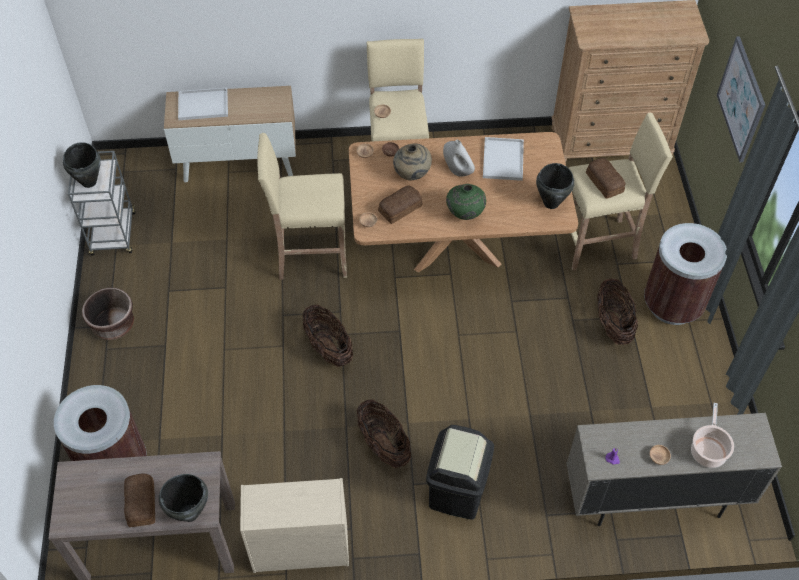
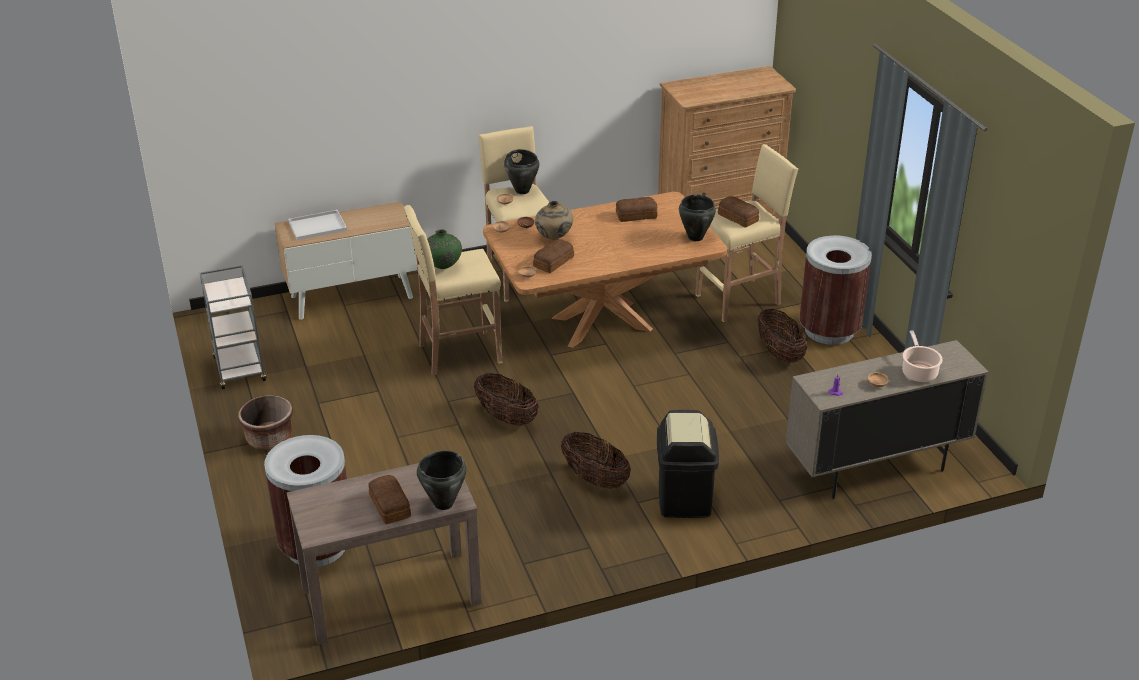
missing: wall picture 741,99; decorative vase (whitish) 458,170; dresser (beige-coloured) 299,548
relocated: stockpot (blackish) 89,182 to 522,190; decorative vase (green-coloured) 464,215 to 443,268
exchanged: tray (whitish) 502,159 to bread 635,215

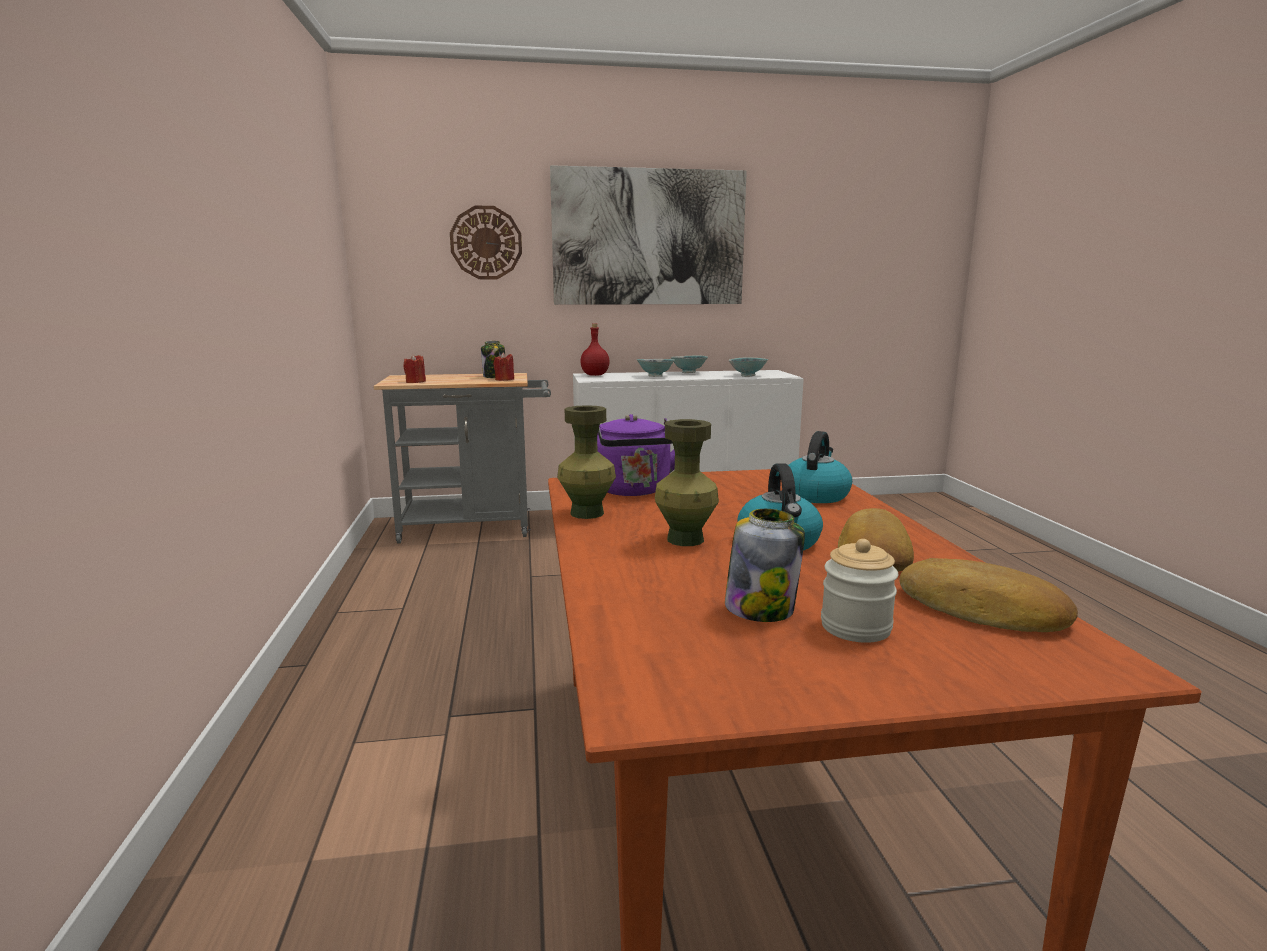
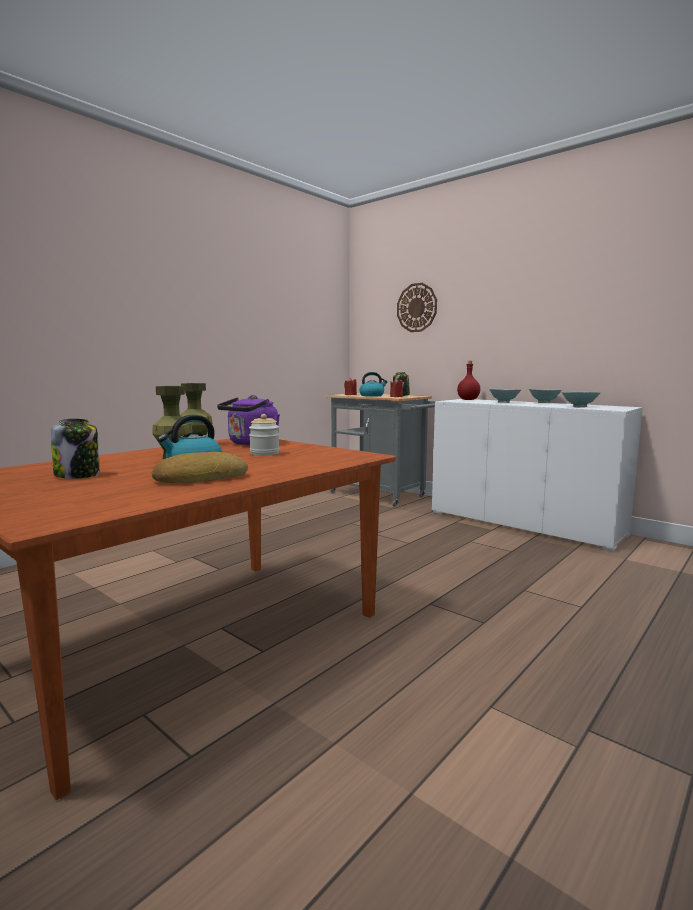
missing: wall picture 649,238; bread 982,610
relocated: kettle 815,495 to 372,395; storage jar 855,627 to 264,453

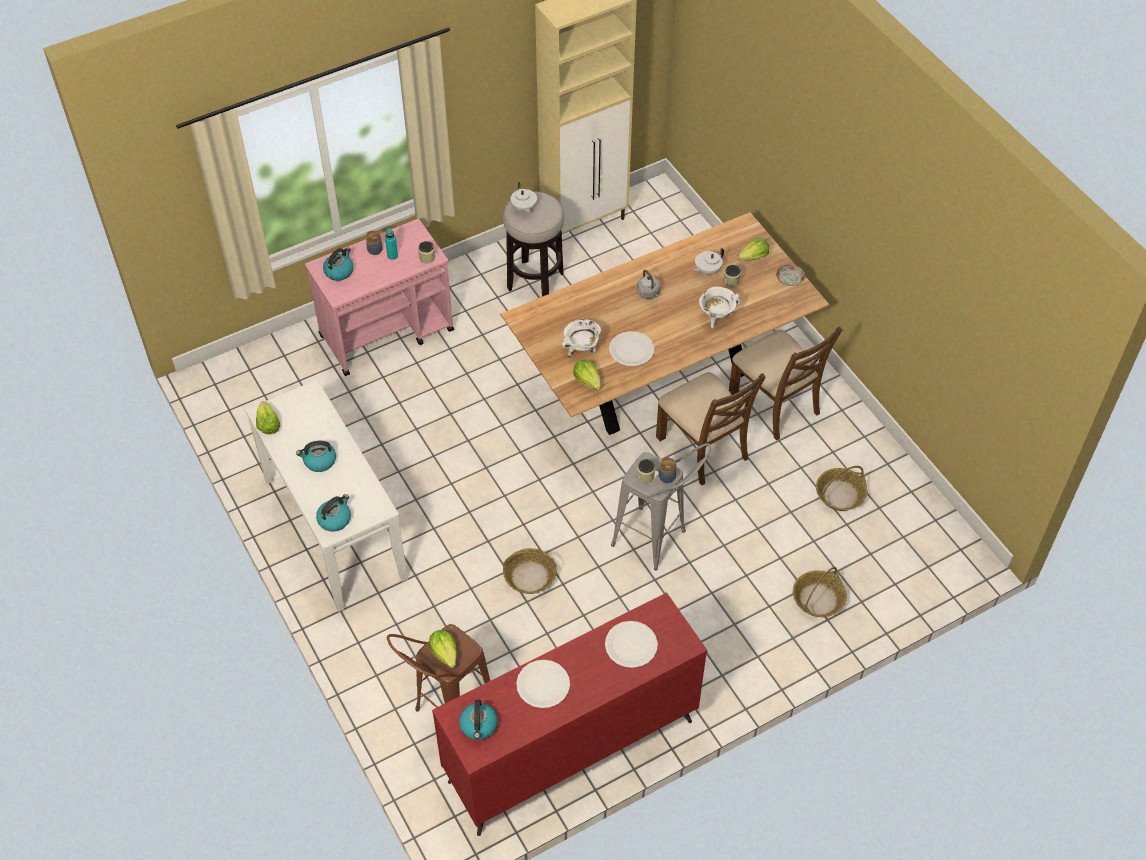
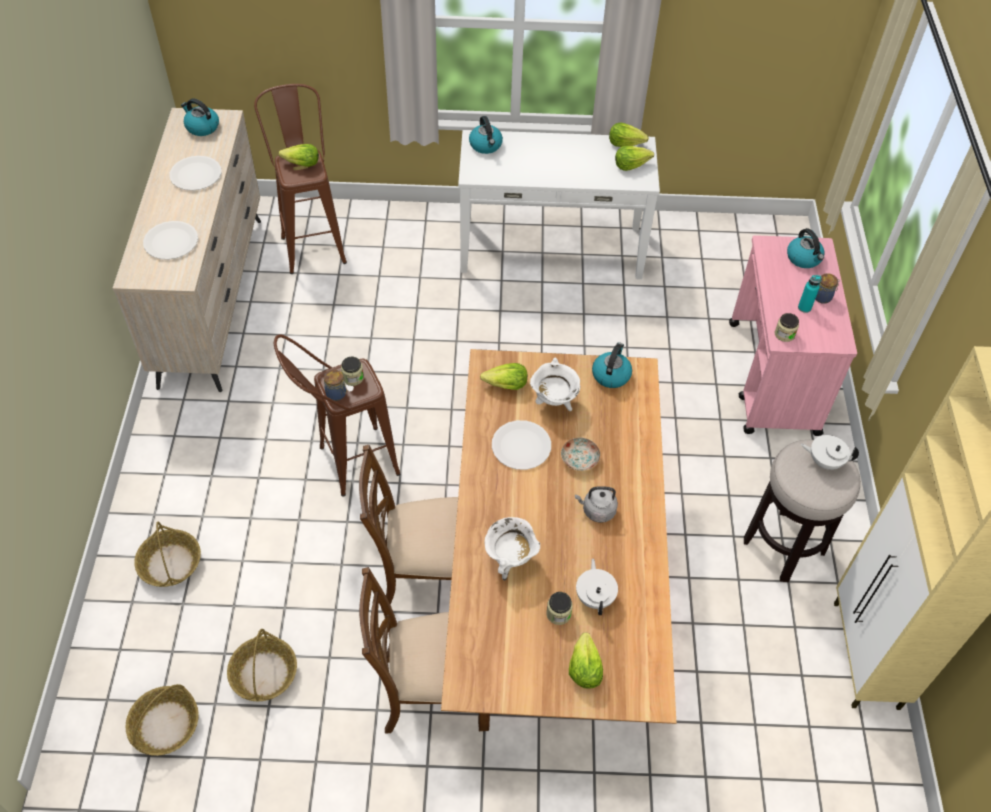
appeared: head of lettuce 631,165
relocated: flat dish 789,279 to 580,459; kettle 319,461 to 611,374; basket 530,576 to 165,726
colour: stool seat (grey) 658,543 to stool seat (brownish) 347,465; dresser (reddish) 570,751 to dresser (beige-coloured) 213,299

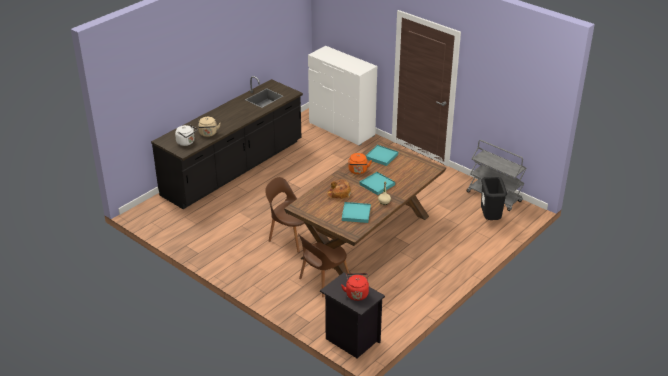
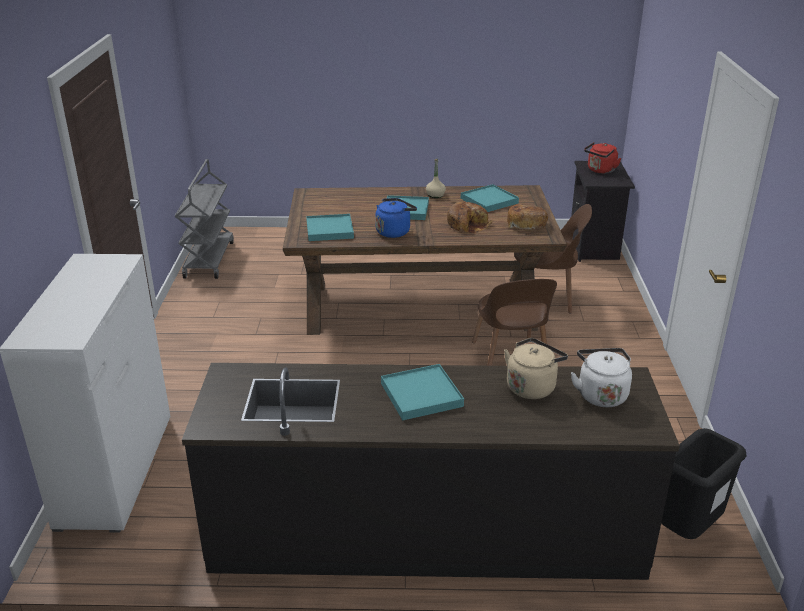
appeared: bread 526,224; tray (turquoise-coloured) 421,395
relocated: trash can (blackish) 490,219 to 687,530
colour: kettle (orange-coloured) 358,171 to kettle (blue) 394,231

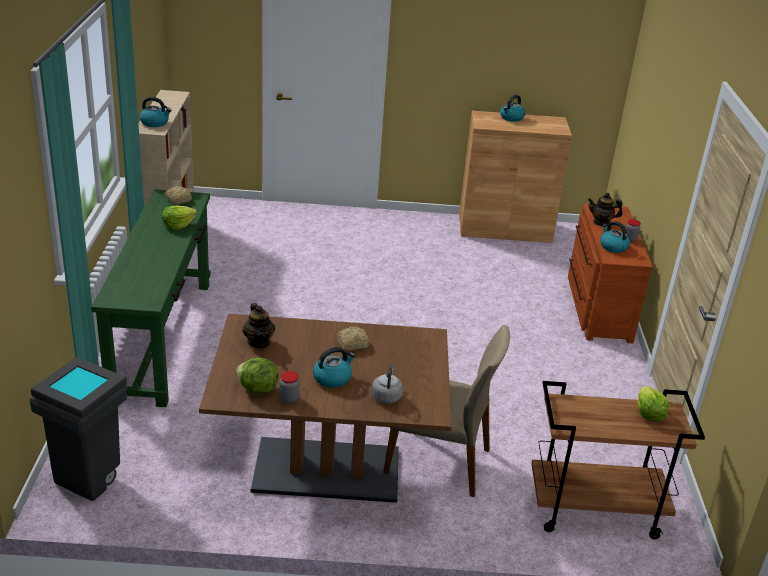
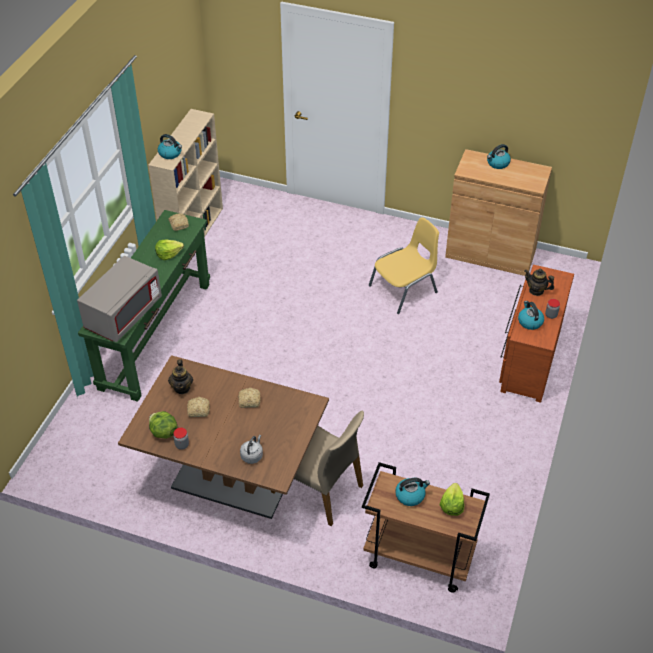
missing: trash can (grey) 92,477
appeared: chair (yellow-coloured) 404,289; microwave (grey) 124,314; bread 198,410
relocated: kettle 332,378 to 410,495

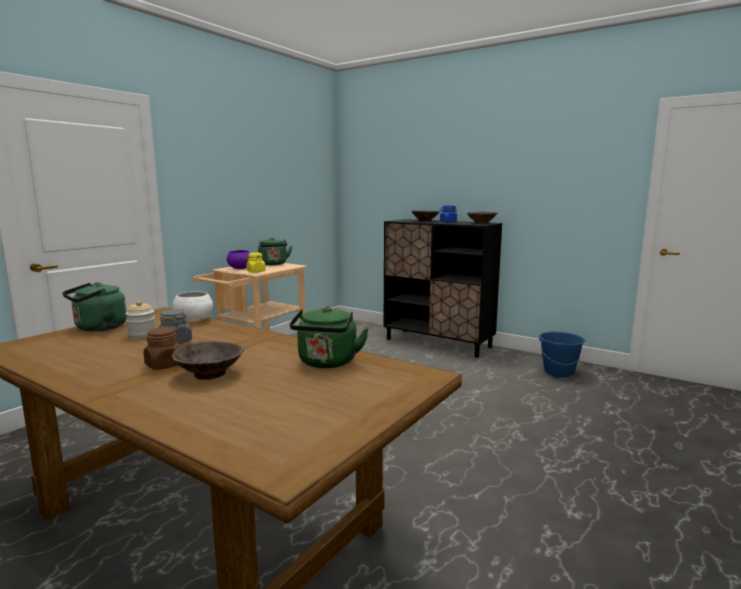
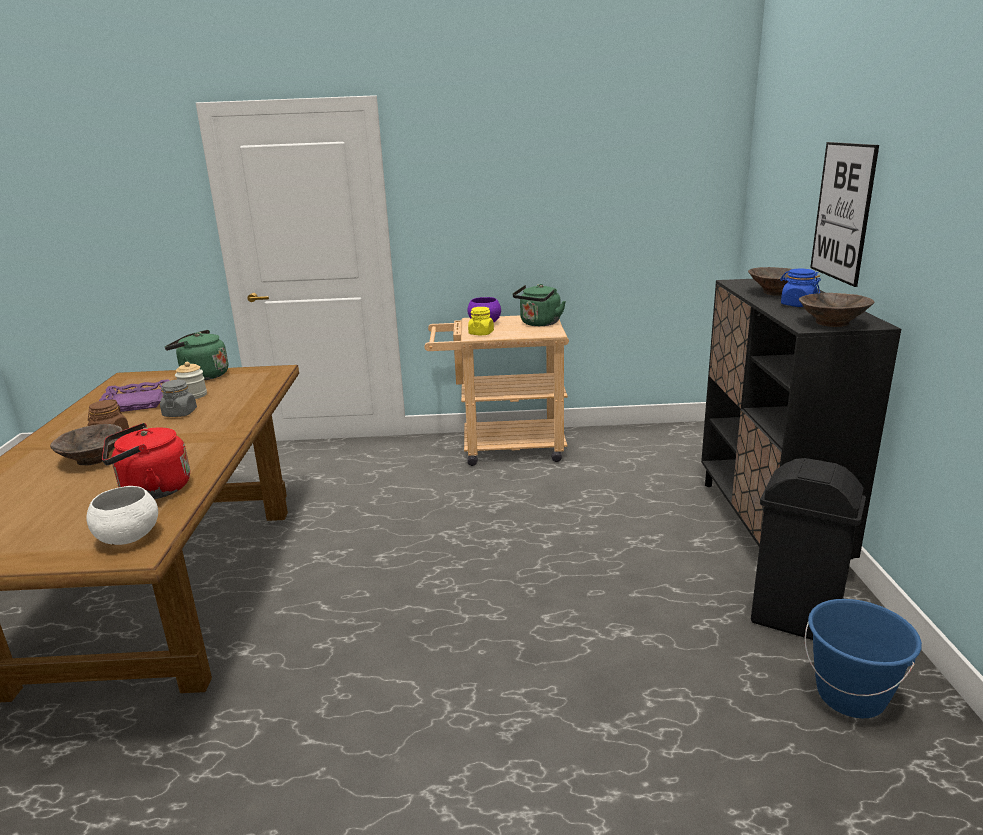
appeared: wall picture 842,212; tray (purple-coloured) 134,402; trash can (blackish) 793,620
relocated: bowl (whitish) 194,320 to 128,538
colour: kettle (green-coloured) 327,363 to kettle (reddish) 151,491

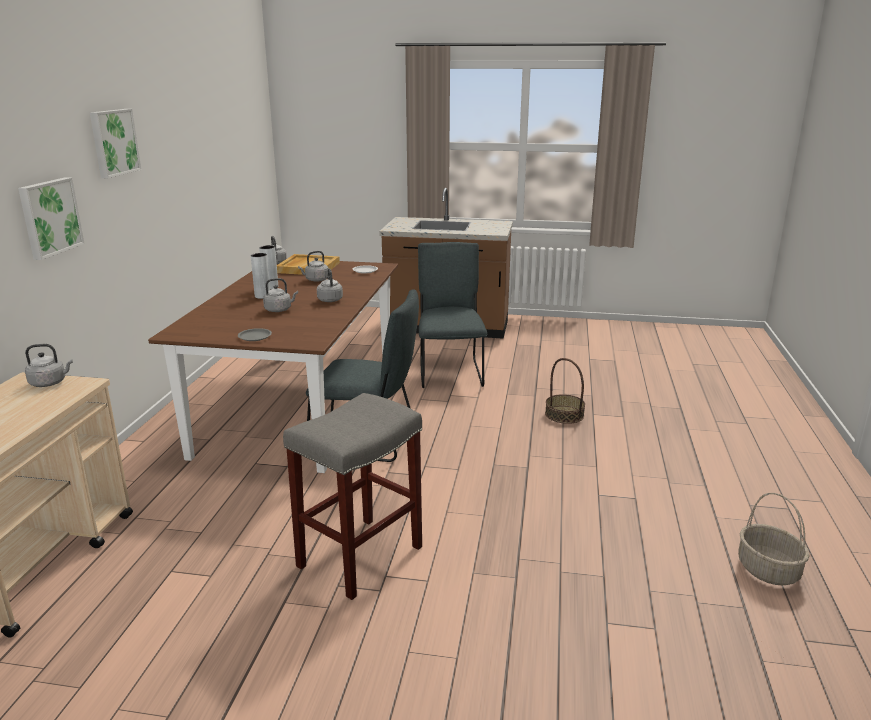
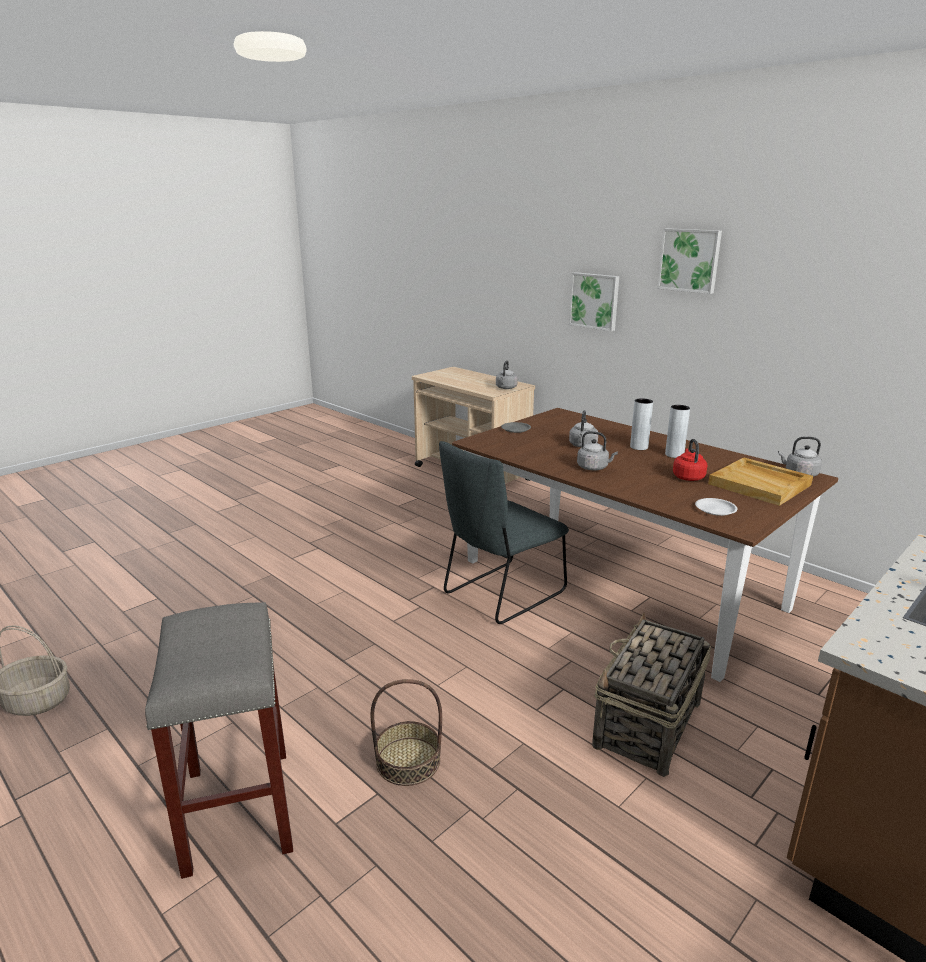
relocated: stool seat (grey) 361,555 to 239,811
exchanged: chair (grey) 450,372 to basket 647,725
colour: kettle (grey) 316,280 to kettle (reddish) 688,477

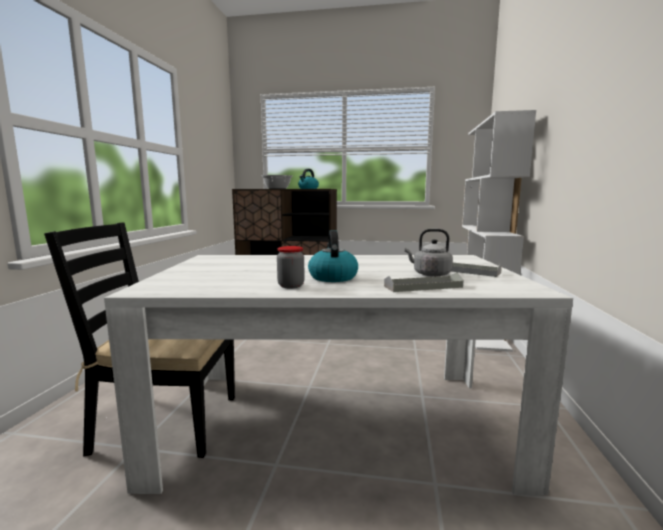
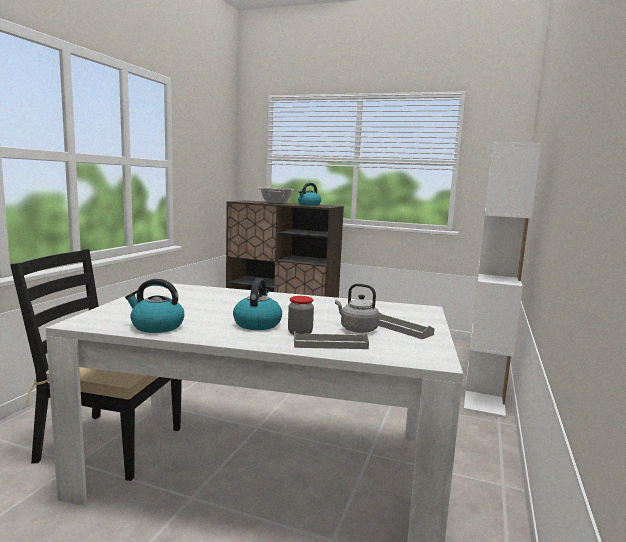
appeared: kettle 156,326
relocated: storage jar 291,286 to 300,333

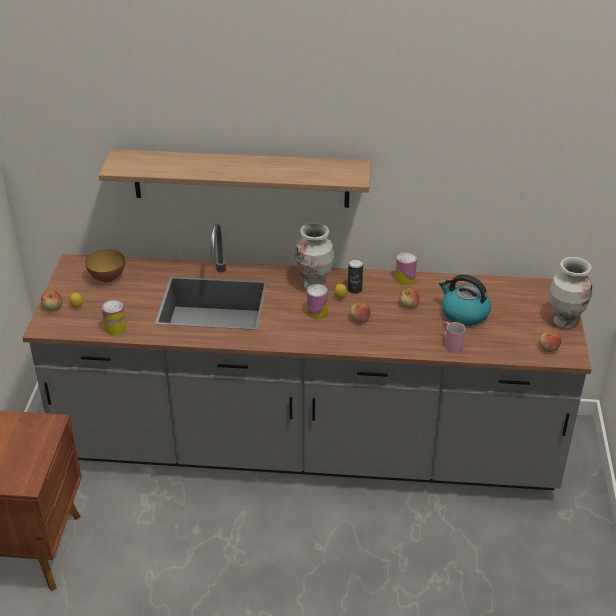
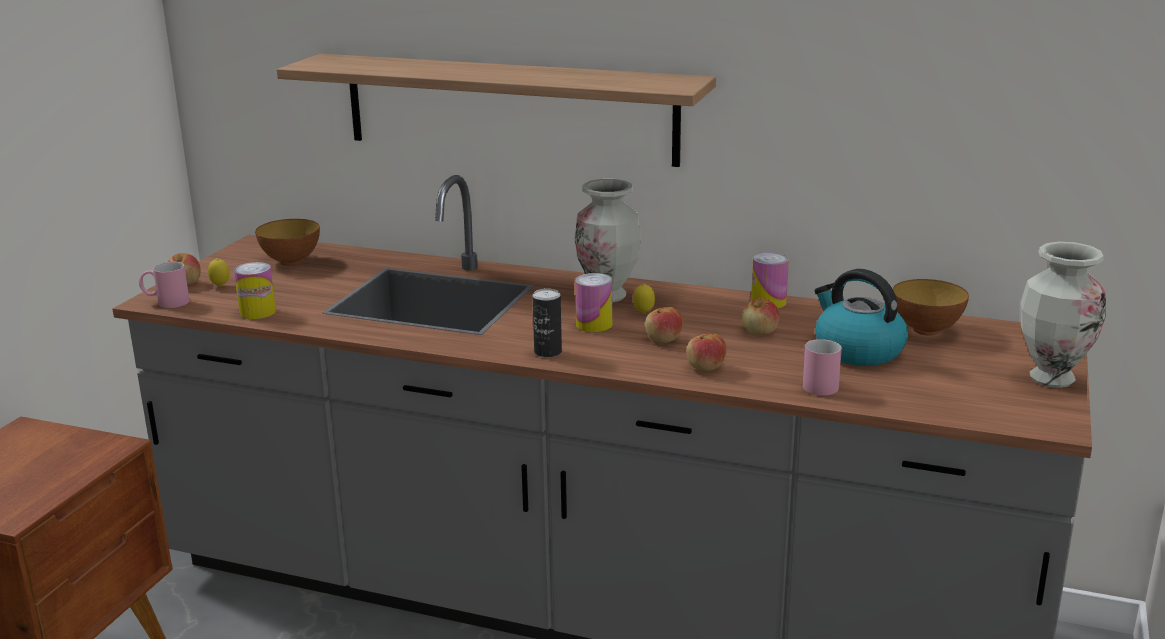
appeared: coffee mug (pink) 166,302; bowl 926,330
relocated: can 354,289 to 548,352; whole apple 548,348 to 705,367

